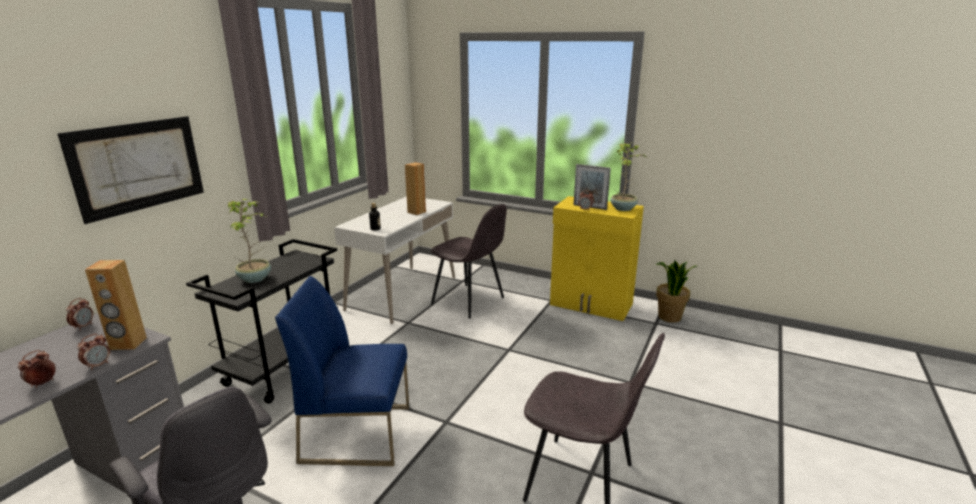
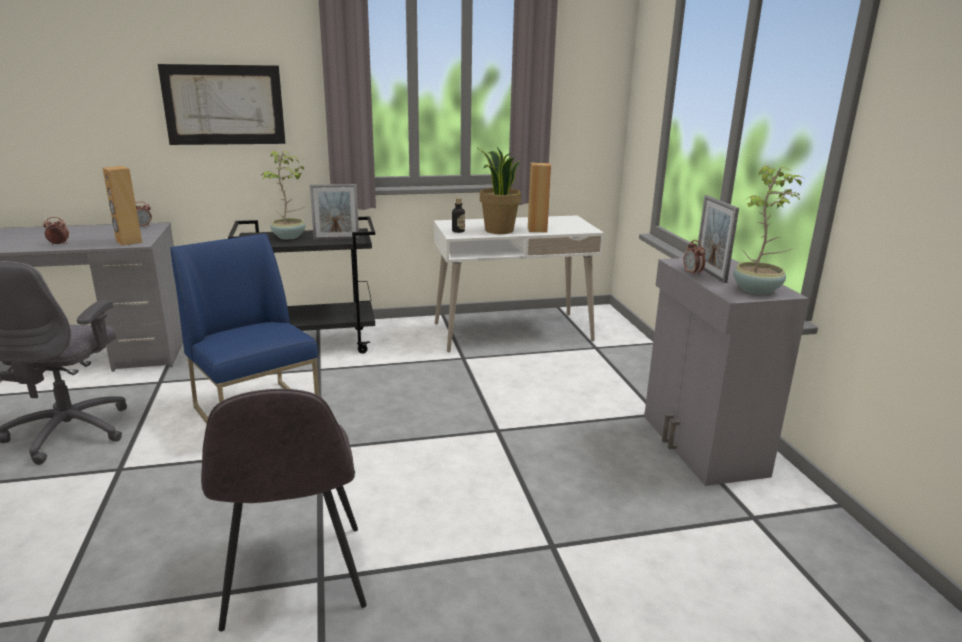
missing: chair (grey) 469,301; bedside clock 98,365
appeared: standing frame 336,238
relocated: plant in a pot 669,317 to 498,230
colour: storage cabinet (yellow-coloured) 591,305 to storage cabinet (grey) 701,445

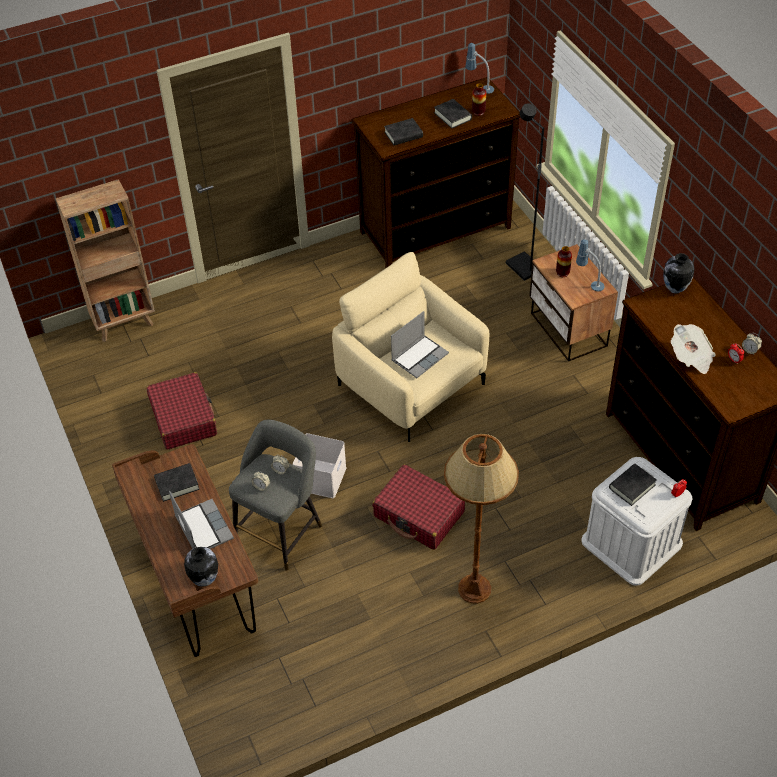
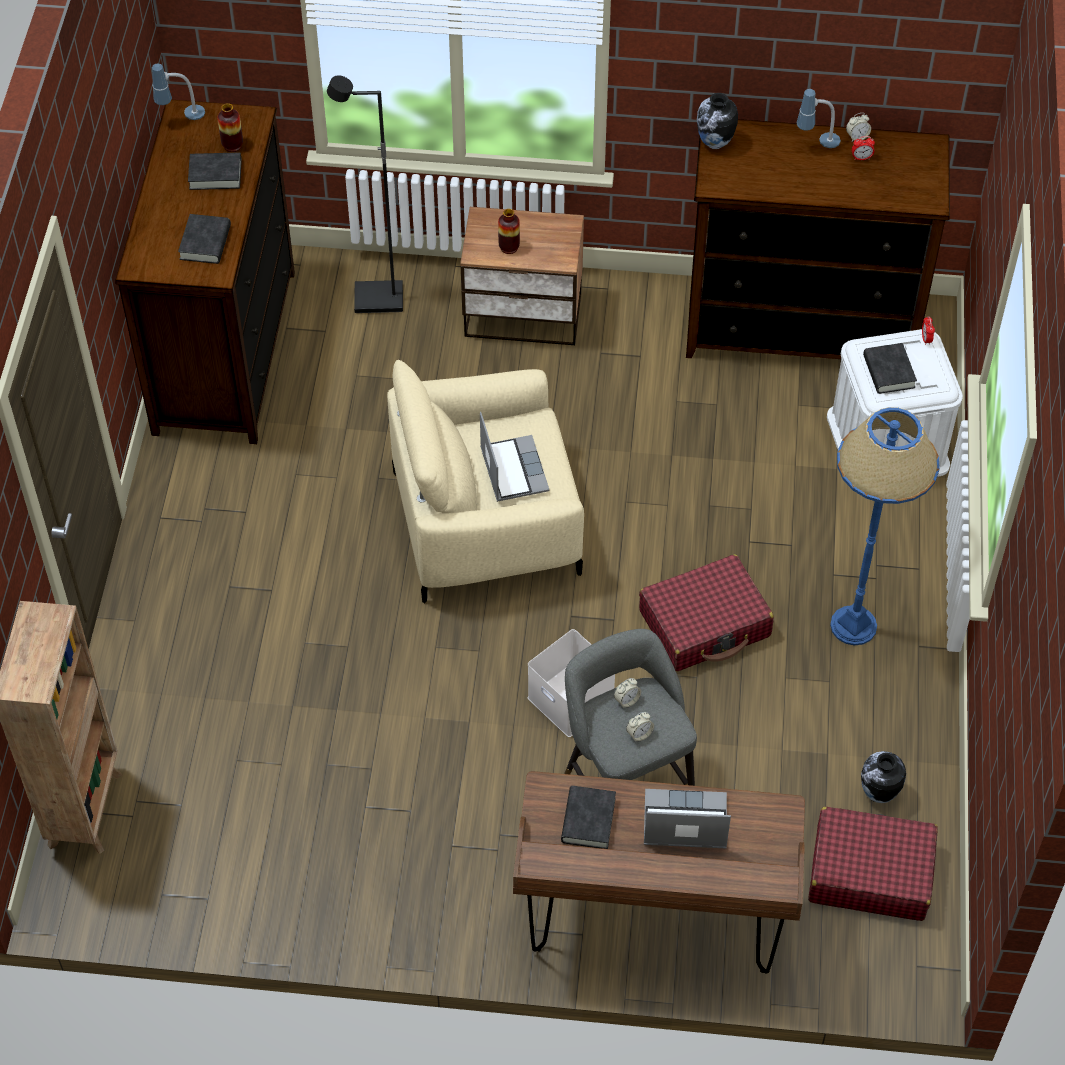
missing: newspaper 691,357
relocated: lamp for a table 589,283 to 816,145; suitcase (reddish) 183,418 to 869,872; decorative vase 204,579 to 878,794
colour: floor lamp (brownish) 474,589 to floor lamp (blue) 854,625

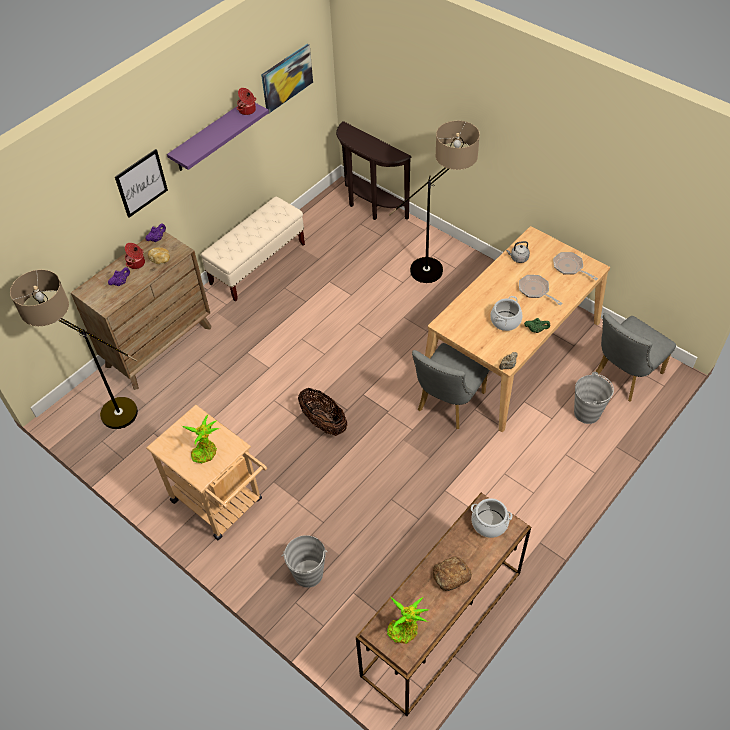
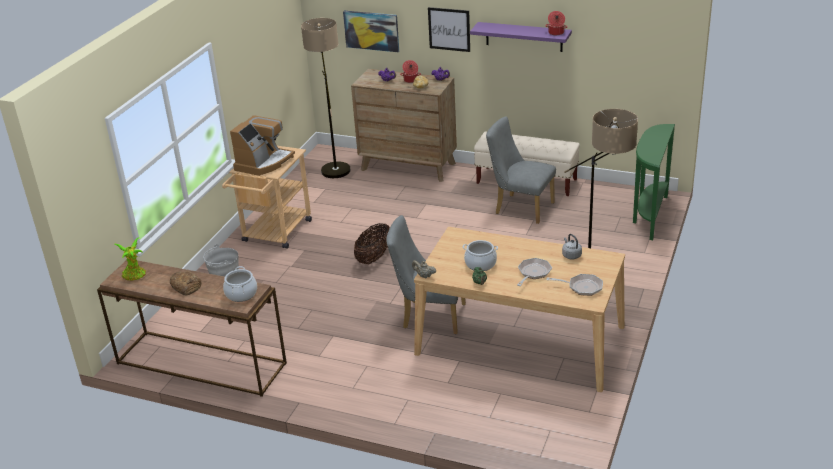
missing: bucket (grey) 587,413
relocated: wall picture 286,78 to 371,30; chair (grey) 623,377 to 520,208
exchanged: plant in a pot 205,451 to coffee brewer 264,163
colour: narrow table (brownish) 370,206 to narrow table (green-coloured) 648,216
spun: pan 570,267 = 582,287 75 degrees clockwise

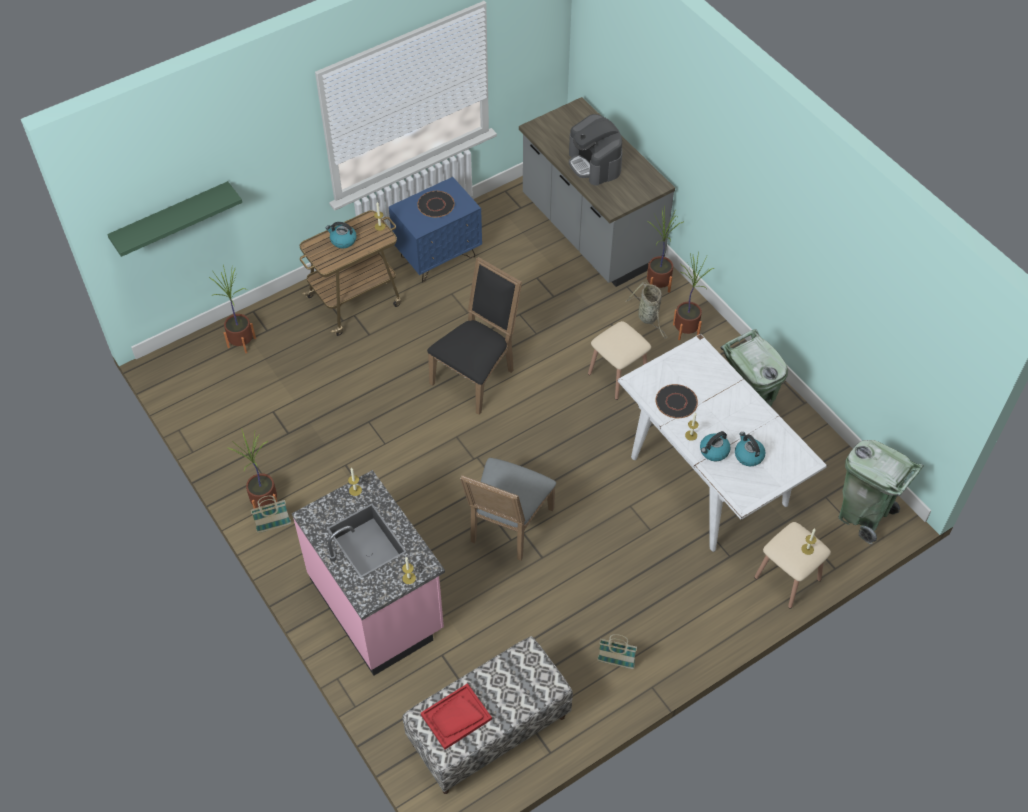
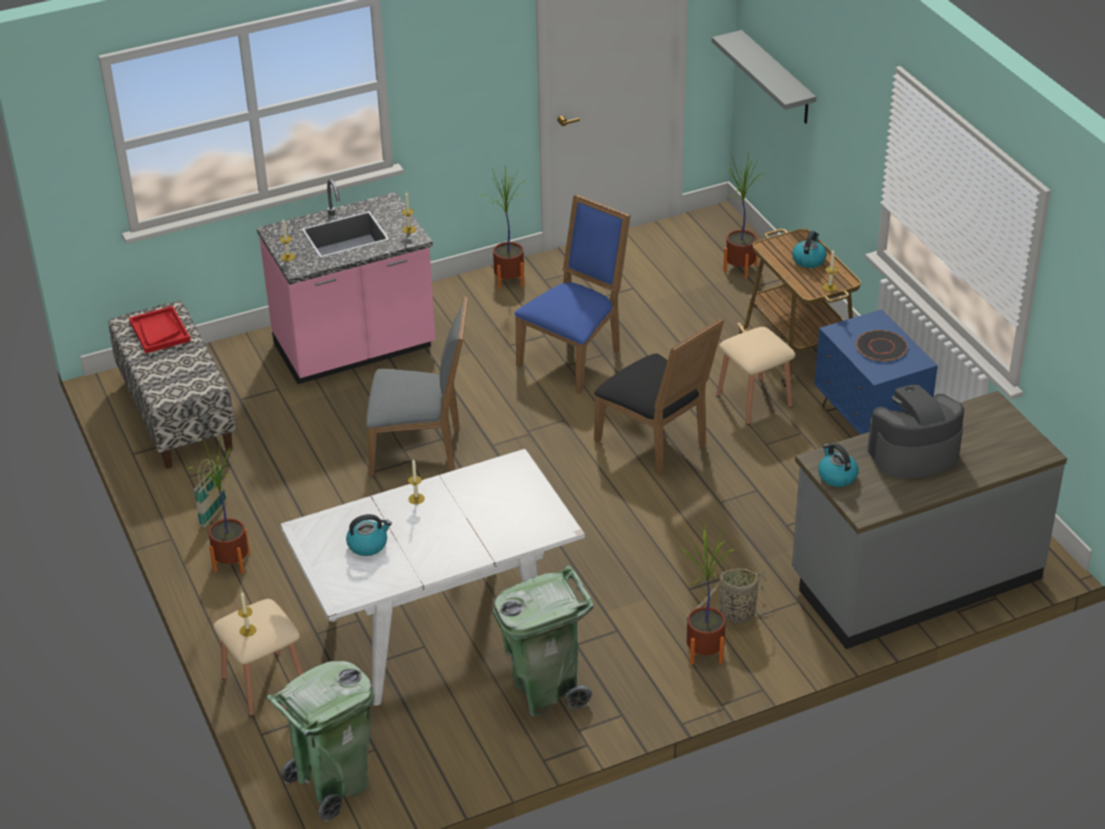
missing: flat dish (blackish) 676,402; basket 274,527
appeared: chair (blue) 575,356
relocated: plant in a pot 658,285 to 231,562; stool seat (beige-coloured) 617,375 to 754,401; kettle 713,451 to 836,476
colour: shelf (green-coloured) 171,218 to shelf (grey) 777,78
spun: chair (grey) 507,527 = 421,449 150 degrees clockwise

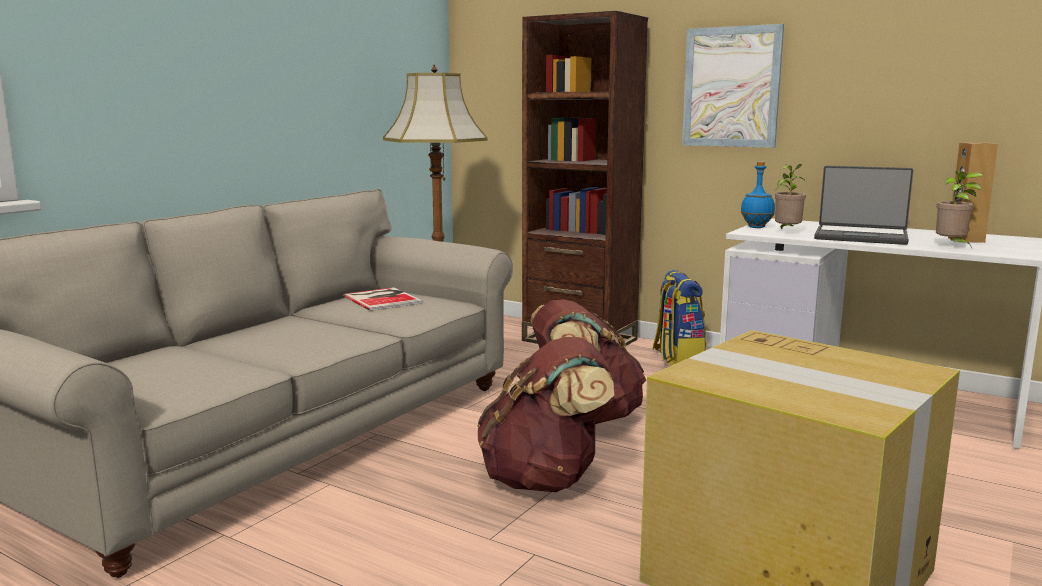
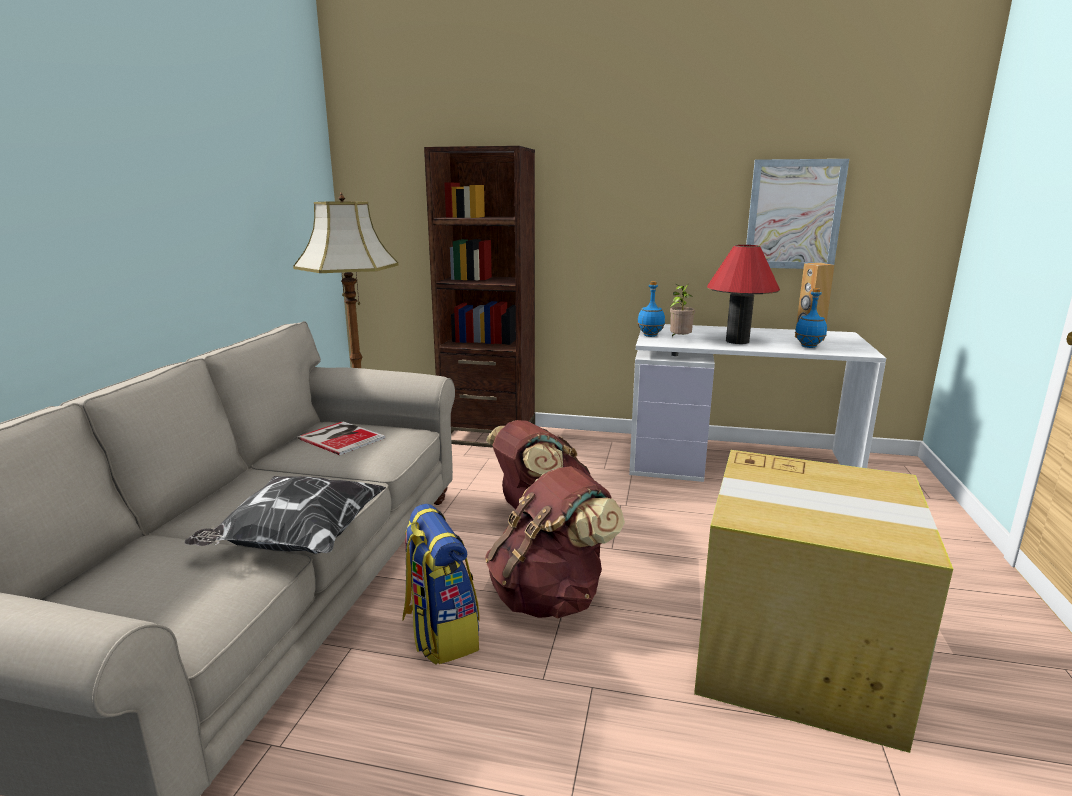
appeared: throw pillow 296,542
relocated: wall picture 731,87 to 794,215; rucksack 677,360 to 440,633
exchanged: notebook computer 861,237 to lamp for a table (reddish) 737,341; plant in a pot 952,246 to beverage bottle (blue) 809,347

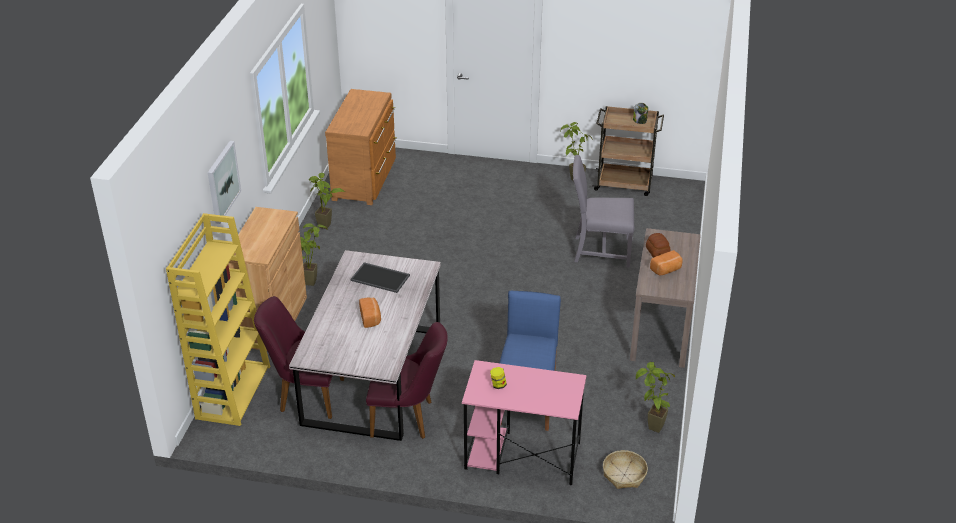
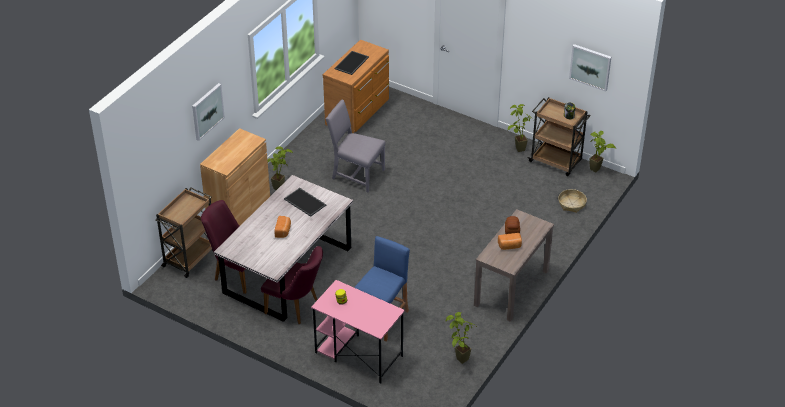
appeared: wall picture 590,67; tray 352,63
relocated: chair (grey) 600,251 to 356,174; plant in a pot 328,228 to 597,171; basket 624,475 to 571,204
exchanged: bookshelf (yellow-coloured) 233,391 to cart (brownish) 190,257

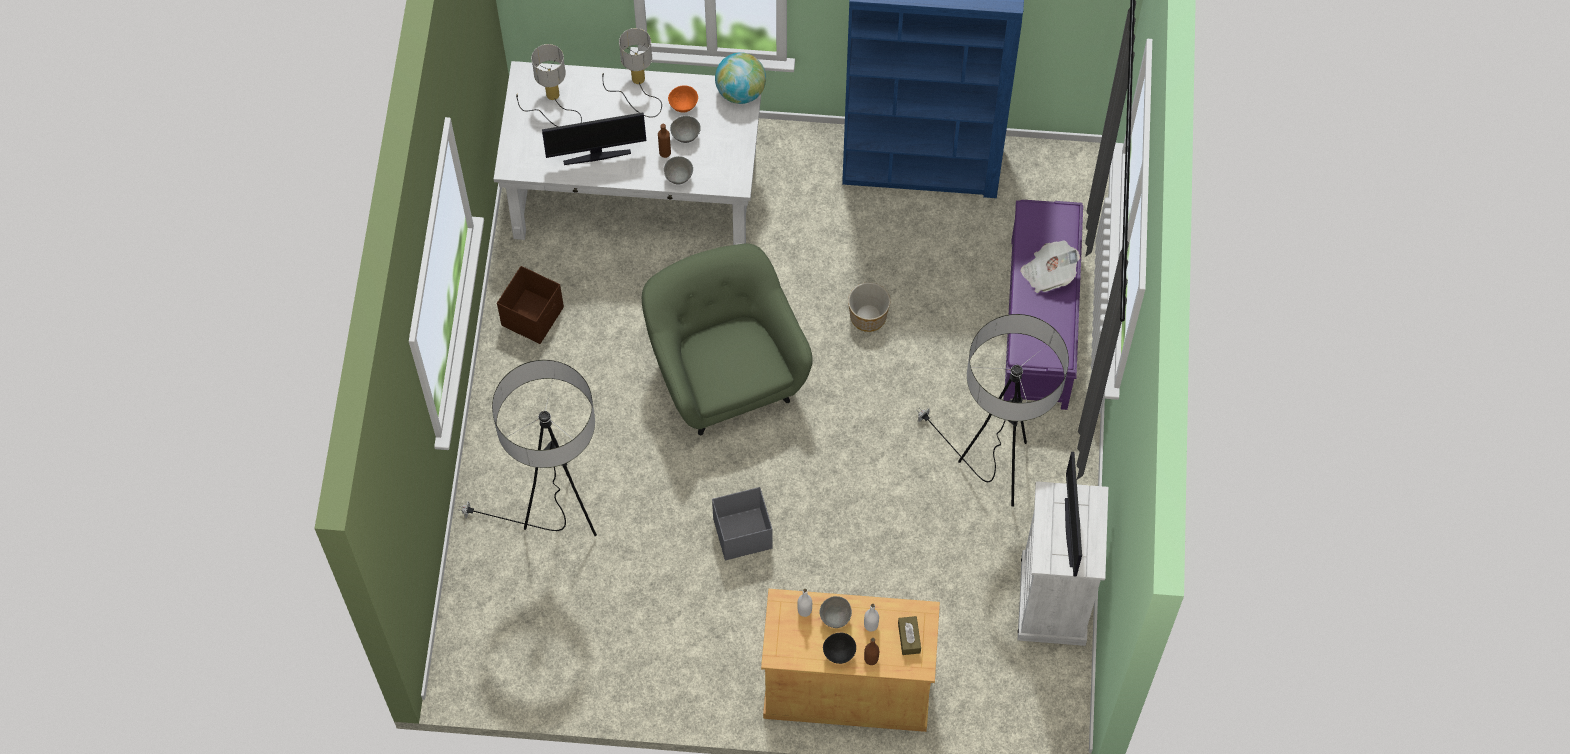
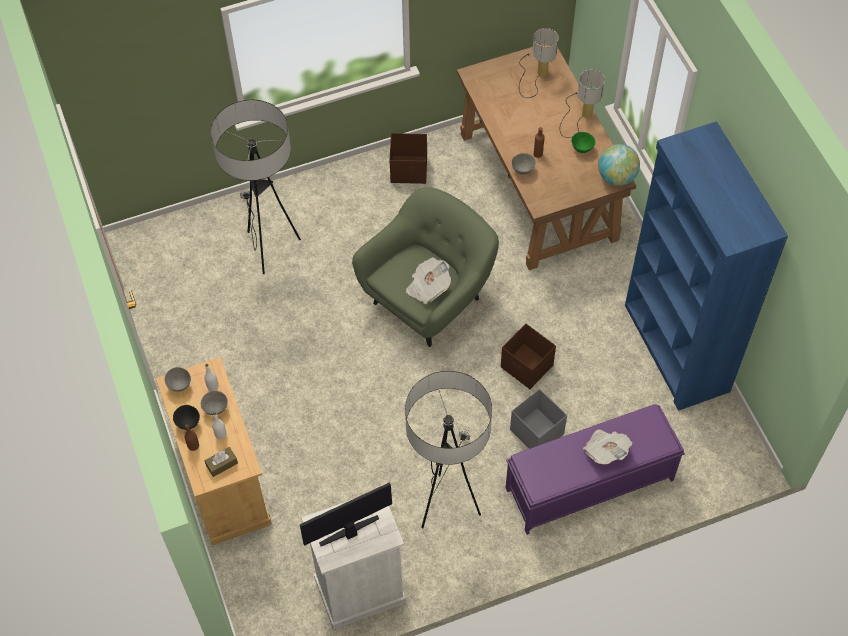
missing: computer screen 596,155
appeared: newspaper 428,287
relocated: bowl (grey) 685,137 to 179,385; storage container (grey) 741,534 to 536,431
exchanged: flower pot 868,316 to storage container (brownish) 527,367
colour: desk table (whitish) 635,192 to desk table (brownish) 538,186; bowl (orange-coloured) 683,107 to bowl (green-coloured) 581,149

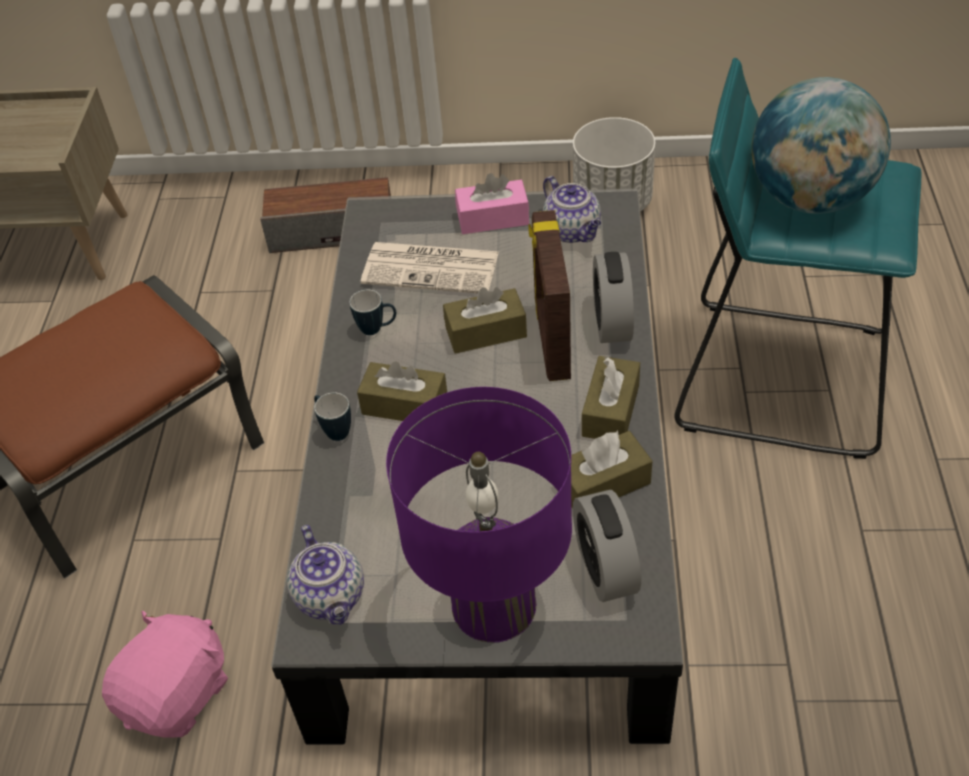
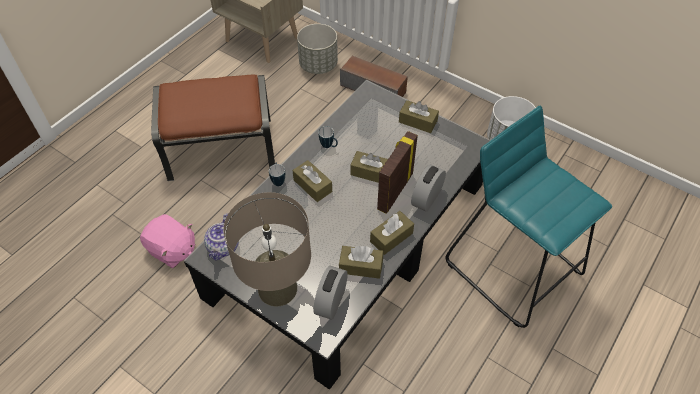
missing: desk globe 810,199; teapot 573,231; newspaper 433,268
appeared: flower pot (grey) 318,65
colour: tissue box (pink) 493,218 to tissue box (brownish) 418,122; lamp for a table (purple-coloured) 494,604 to lamp for a table (beige-coloured) 277,288
spun: plush toy (pink) 178,694 = 172,250 60 degrees clockwise

